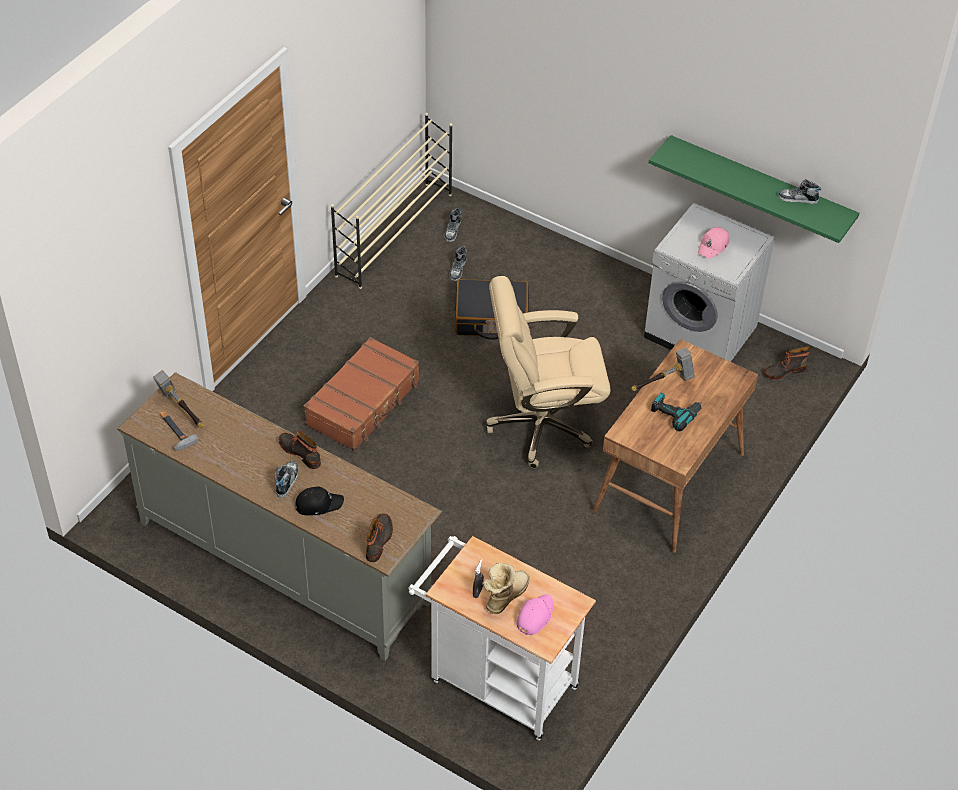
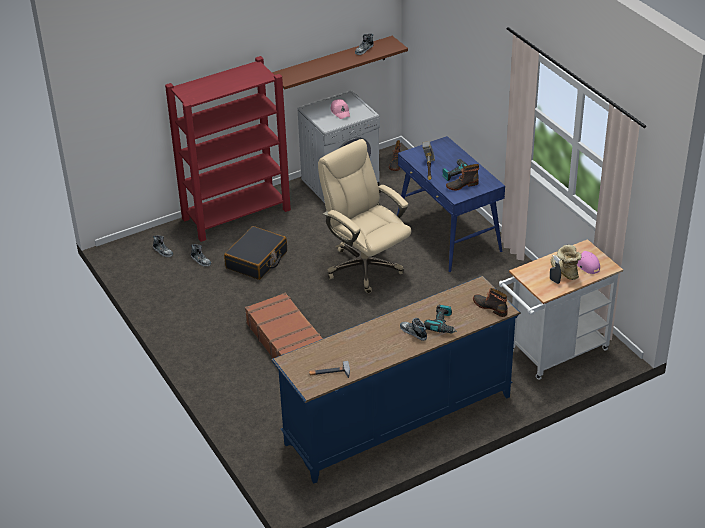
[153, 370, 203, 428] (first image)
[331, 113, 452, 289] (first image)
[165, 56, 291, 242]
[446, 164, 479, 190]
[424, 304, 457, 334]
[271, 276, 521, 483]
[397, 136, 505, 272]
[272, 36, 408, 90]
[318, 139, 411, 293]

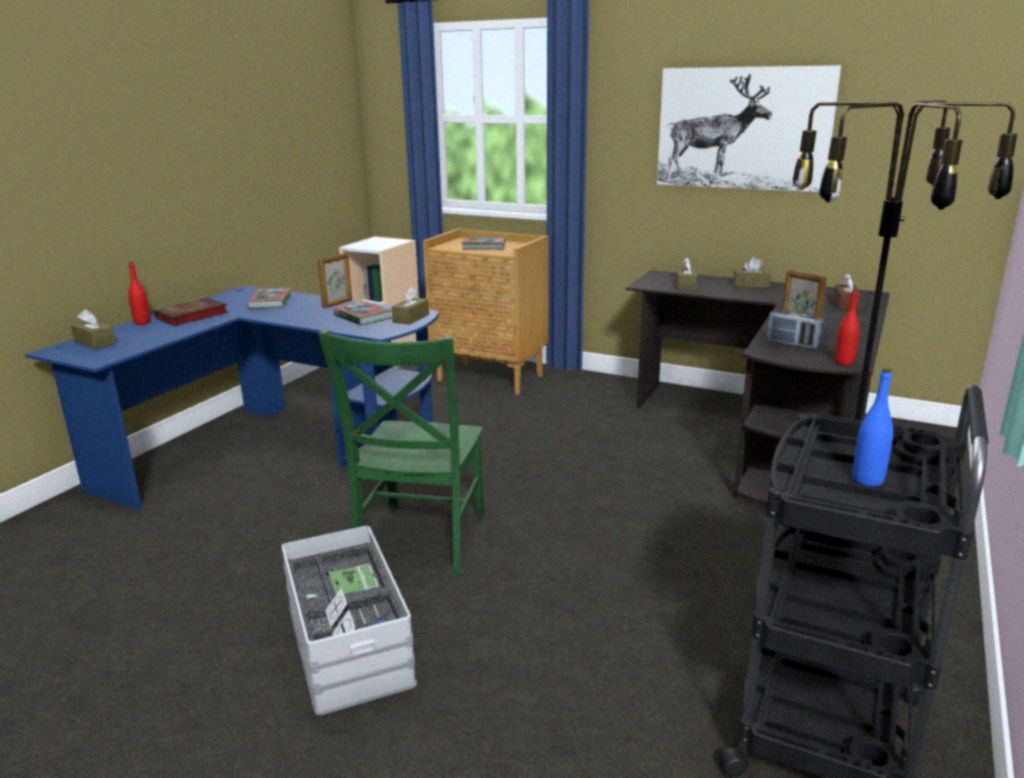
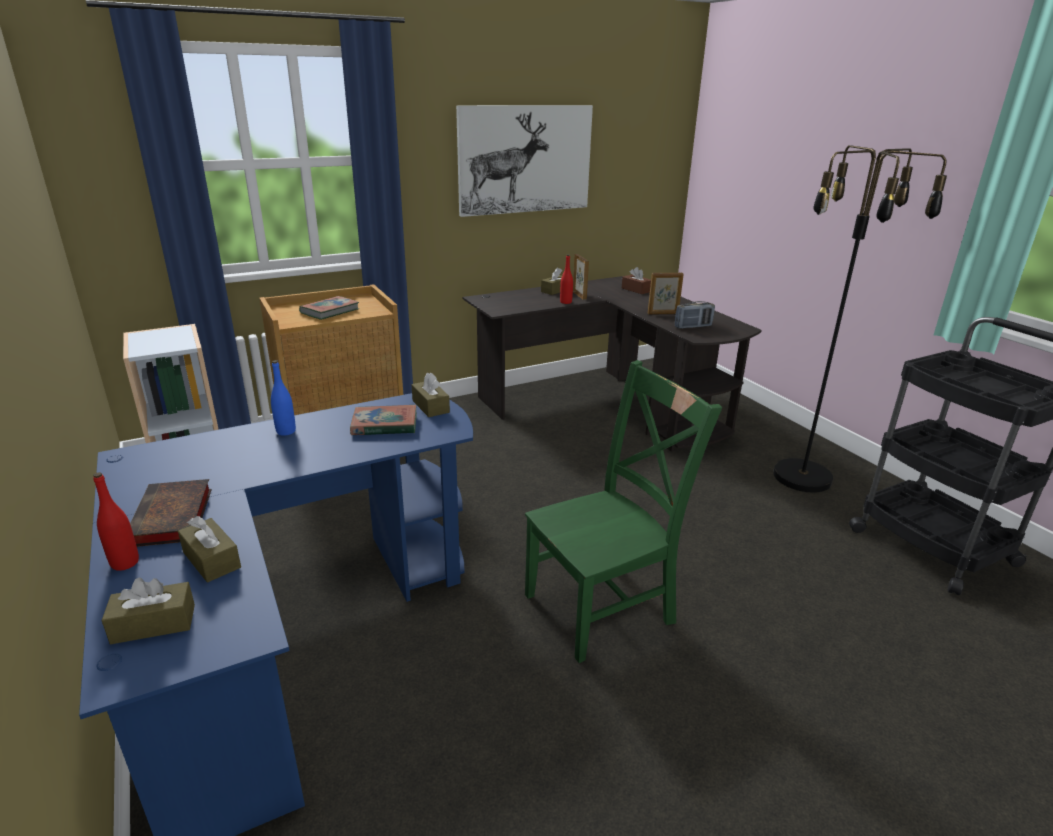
[247, 288, 291, 309] (first image)
[282, 526, 417, 715] (first image)
[573, 254, 589, 300]
[178, 516, 241, 582]
[560, 255, 573, 304]
[271, 360, 296, 436]
[525, 360, 722, 663]

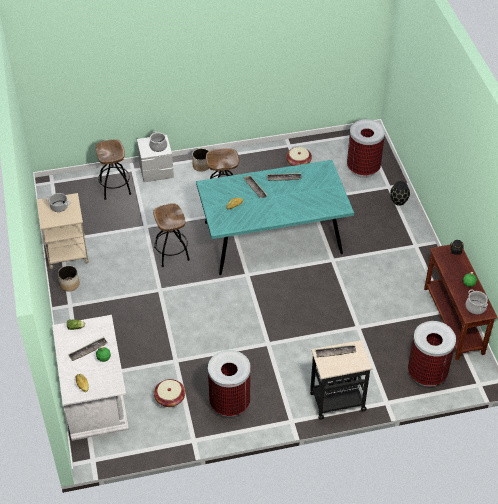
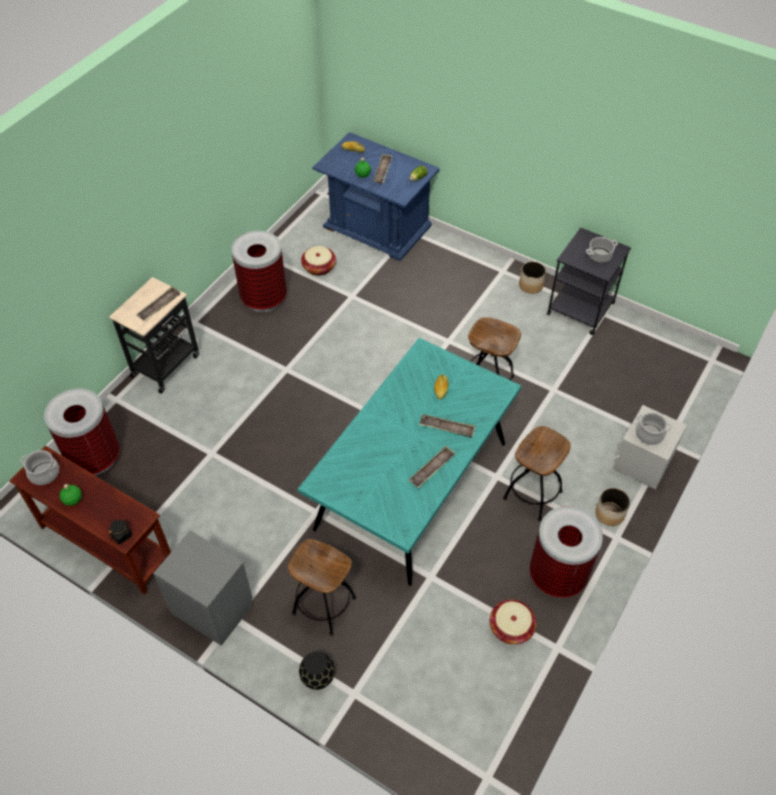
[153, 530, 253, 646]
[288, 539, 356, 636]
[530, 506, 603, 598]
[547, 228, 631, 335]
[312, 132, 440, 261]

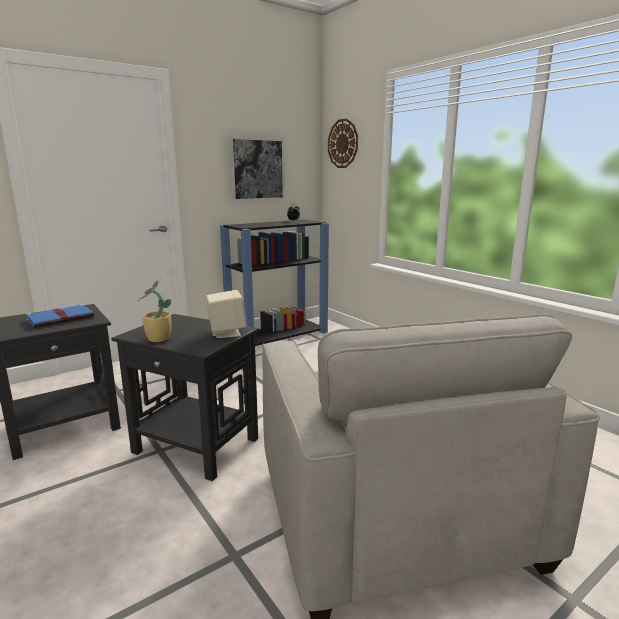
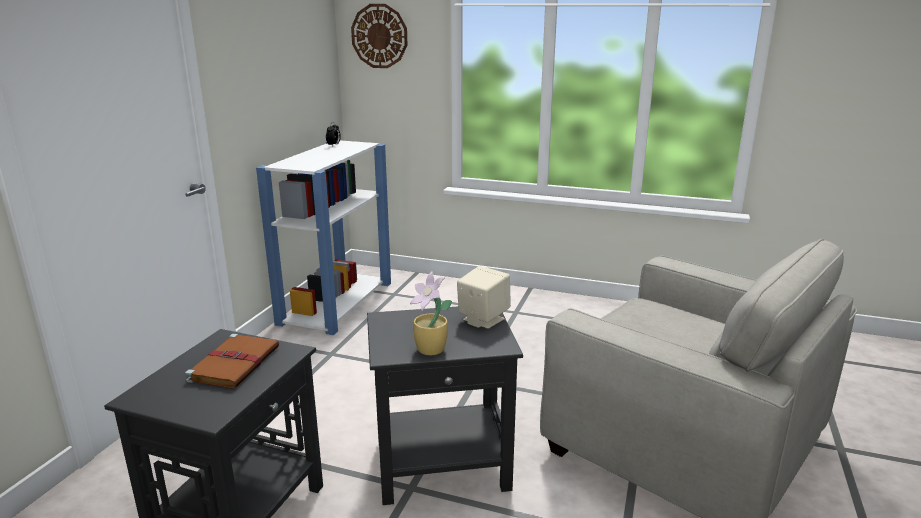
[229, 136, 285, 201] (first image)
[185, 334, 279, 389]
[256, 140, 391, 335]

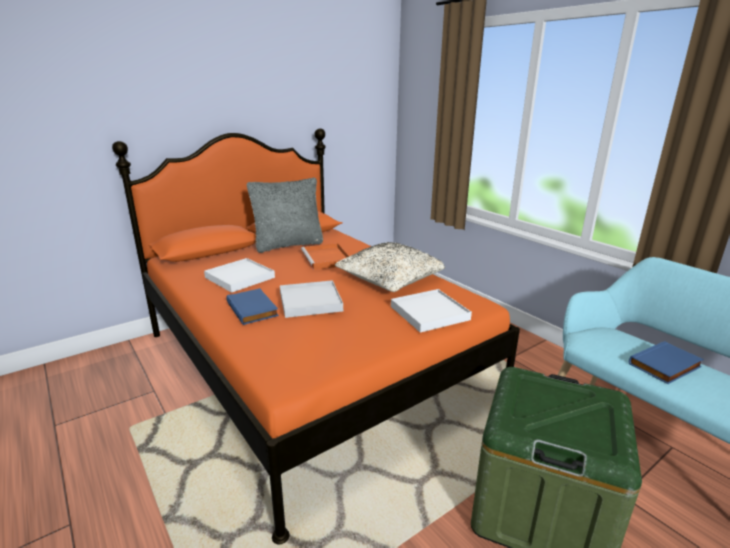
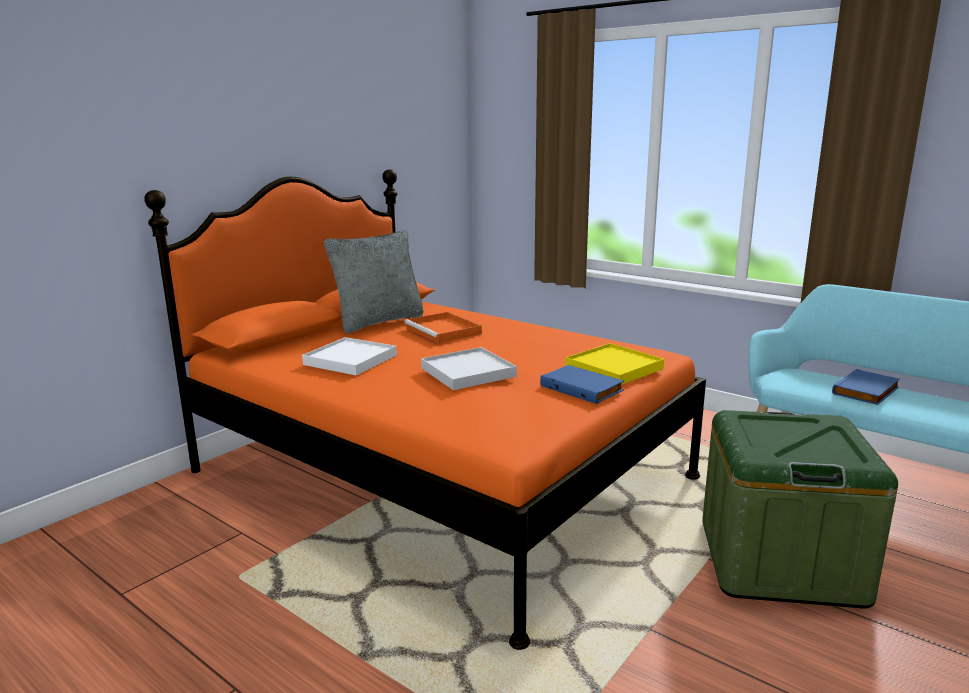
[335, 242, 445, 292] (first image)
[540, 365, 624, 404]
[566, 343, 664, 385]

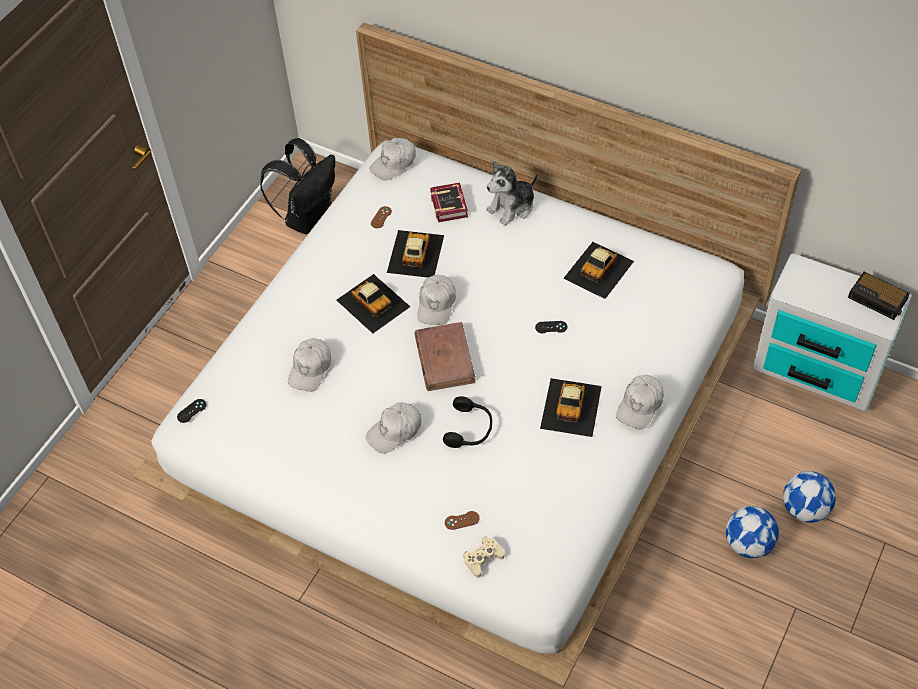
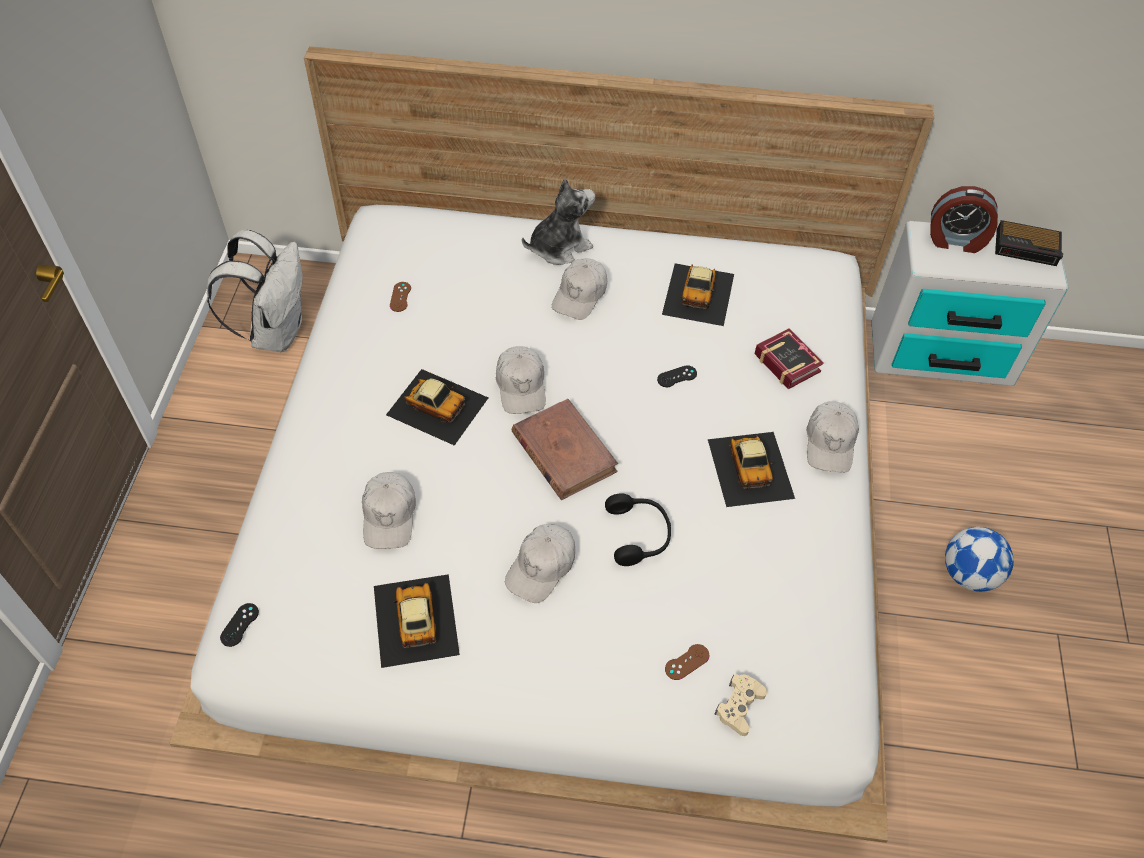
[783, 471, 836, 523] (first image)
[930, 186, 998, 253]
[552, 258, 607, 320]
[374, 574, 460, 668]
[755, 328, 824, 389]
[207, 230, 303, 352]
[522, 178, 595, 265]

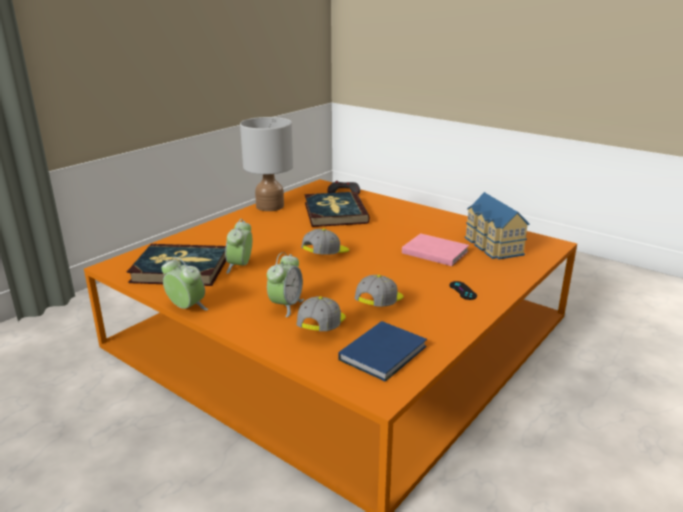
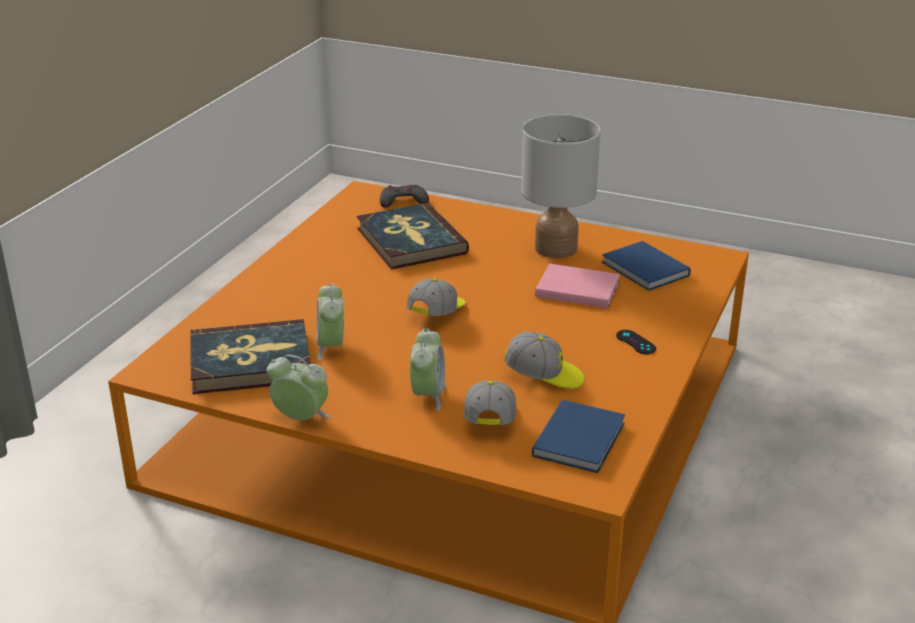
[521, 114, 601, 258]
[602, 241, 691, 291]
[504, 331, 584, 389]

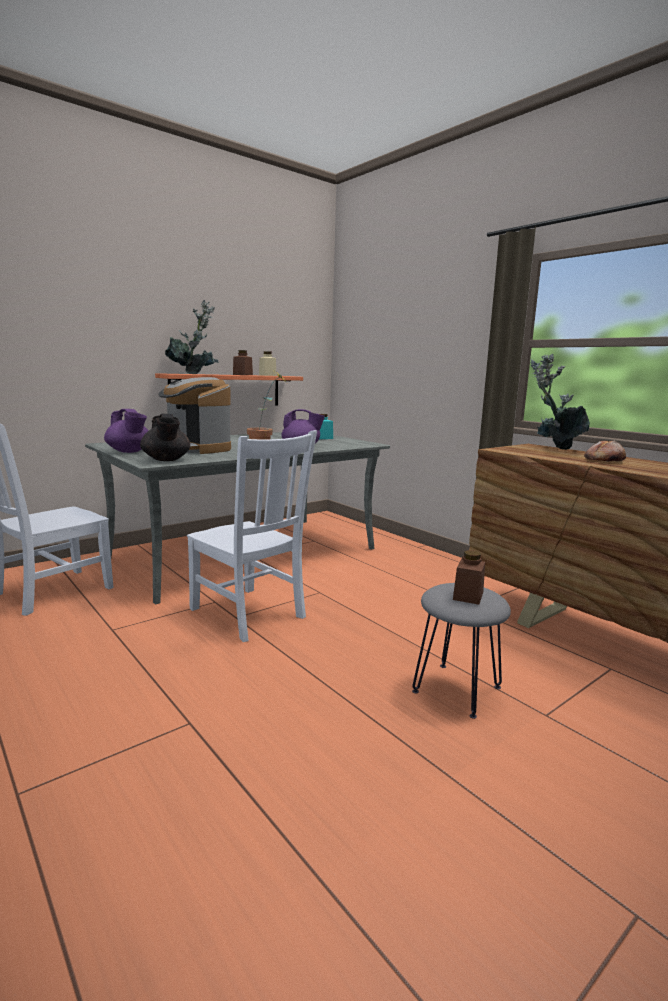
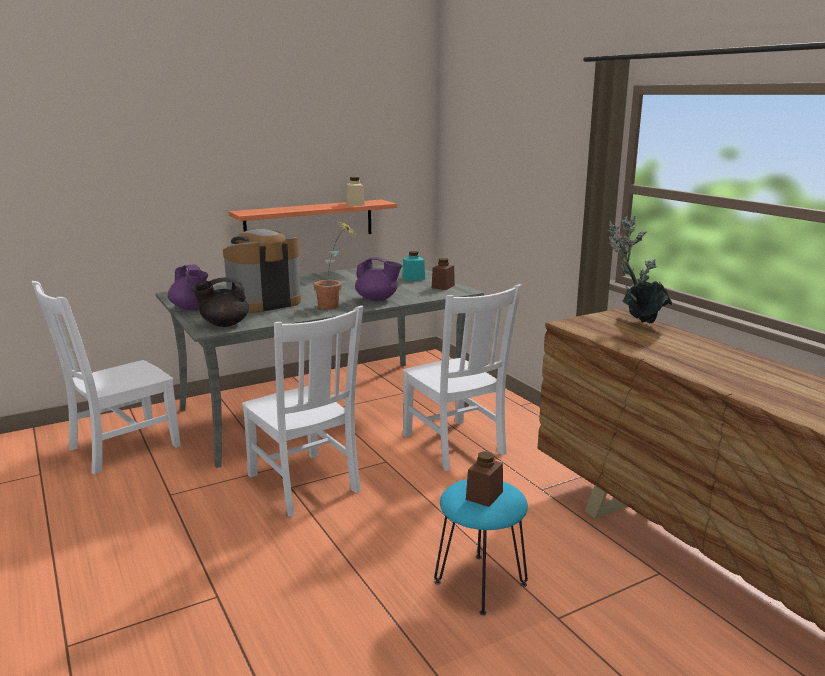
[165, 300, 219, 374] (first image)
[584, 440, 626, 462] (first image)
[403, 284, 522, 471]
[432, 258, 455, 290]
[434, 479, 528, 615]
[192, 277, 249, 327]
[223, 228, 301, 313]

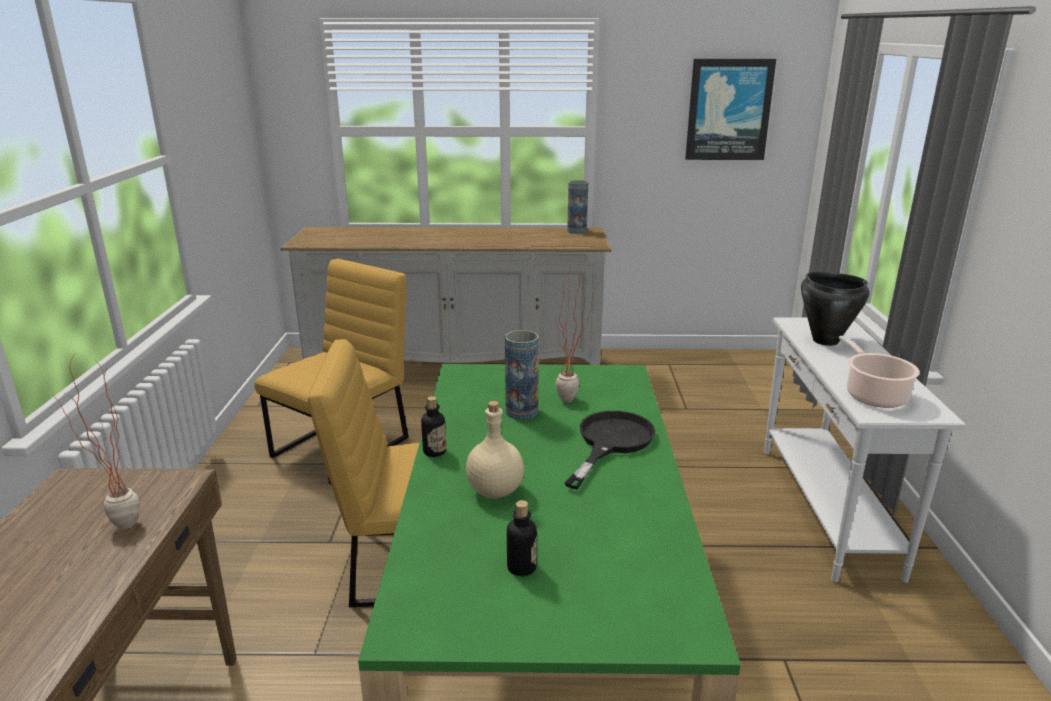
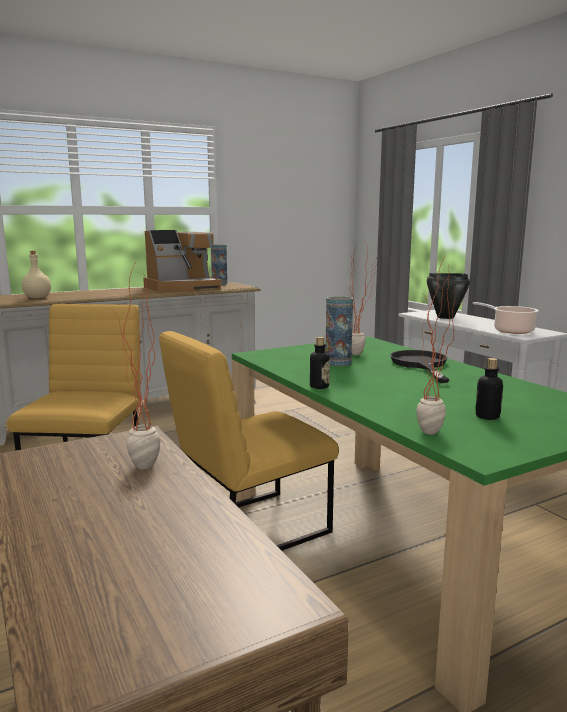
[685, 59, 776, 160] (first image)
[143, 230, 222, 292]
[416, 254, 455, 435]
[22, 251, 51, 298]

